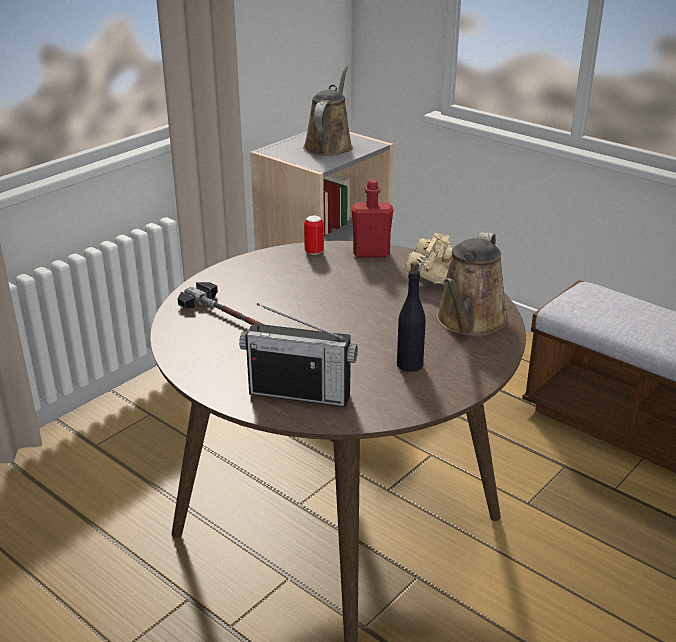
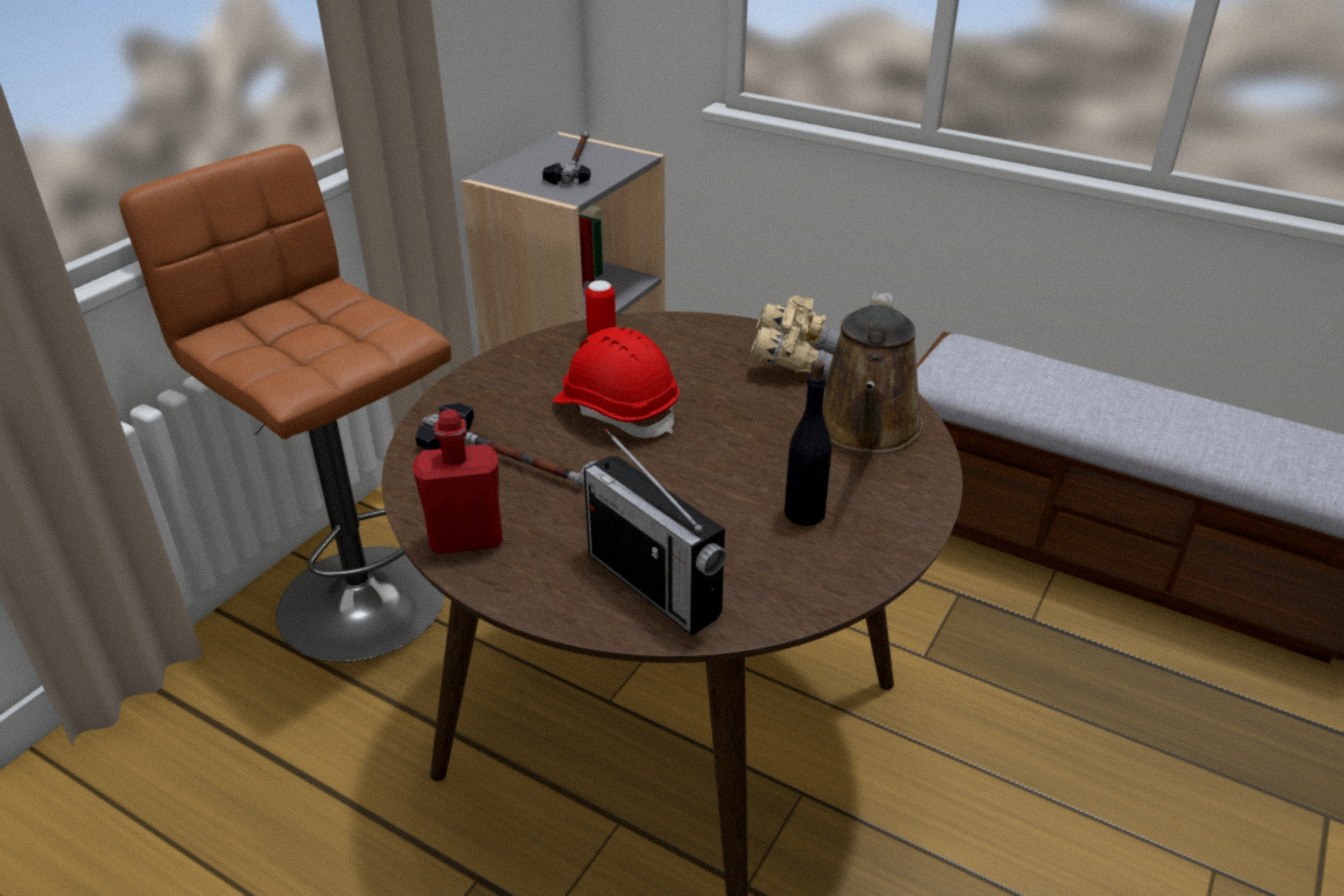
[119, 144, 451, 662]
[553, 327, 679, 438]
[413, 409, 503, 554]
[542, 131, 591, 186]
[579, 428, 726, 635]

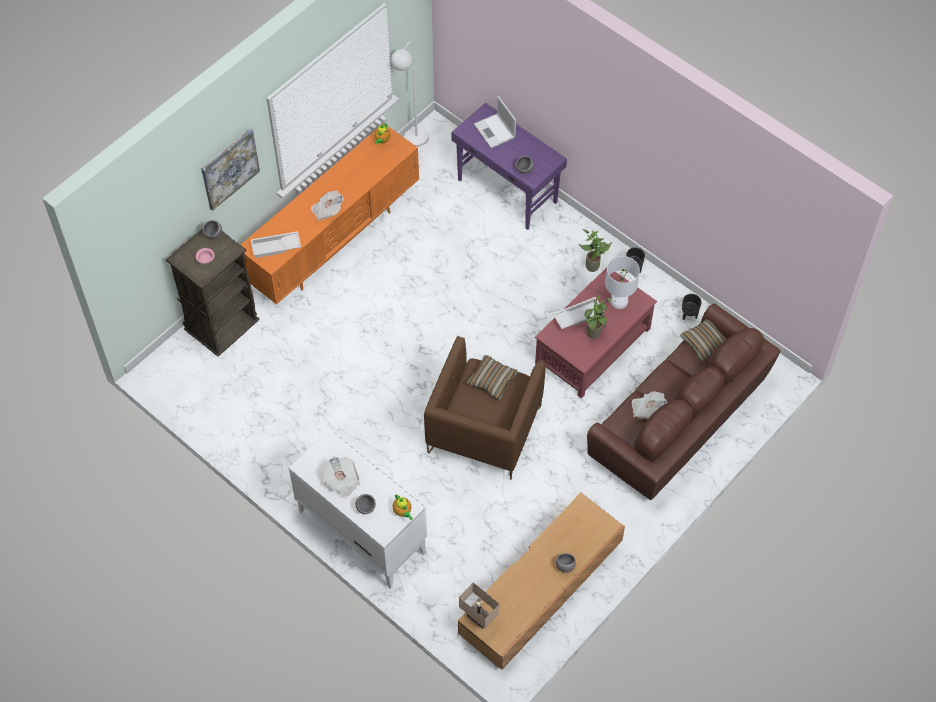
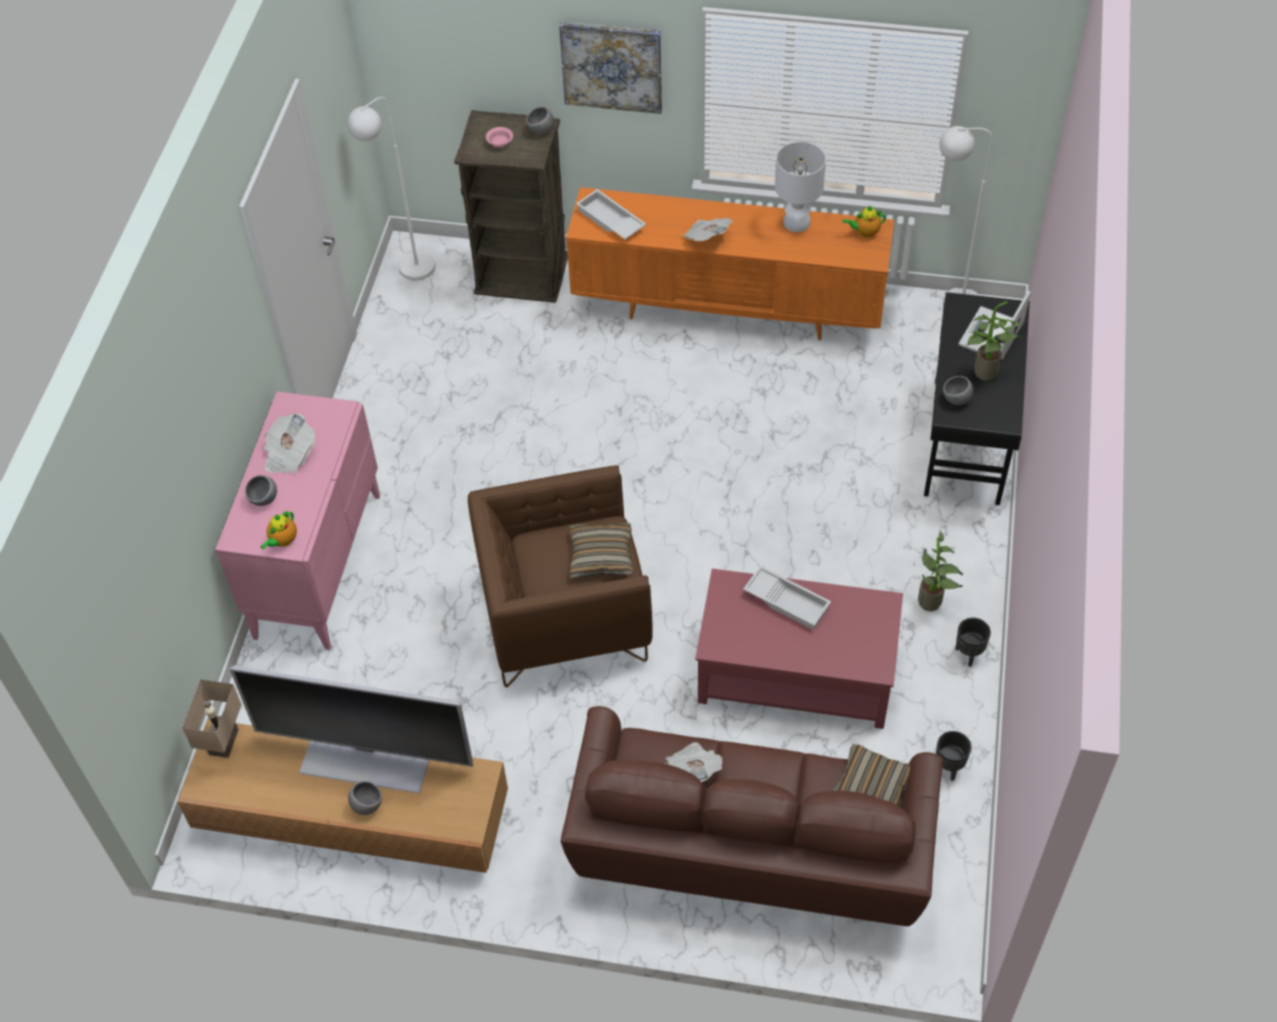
[230, 666, 473, 793]
[347, 97, 436, 280]
[966, 301, 1024, 381]
[775, 142, 826, 232]
[215, 392, 380, 650]
[924, 292, 1030, 505]

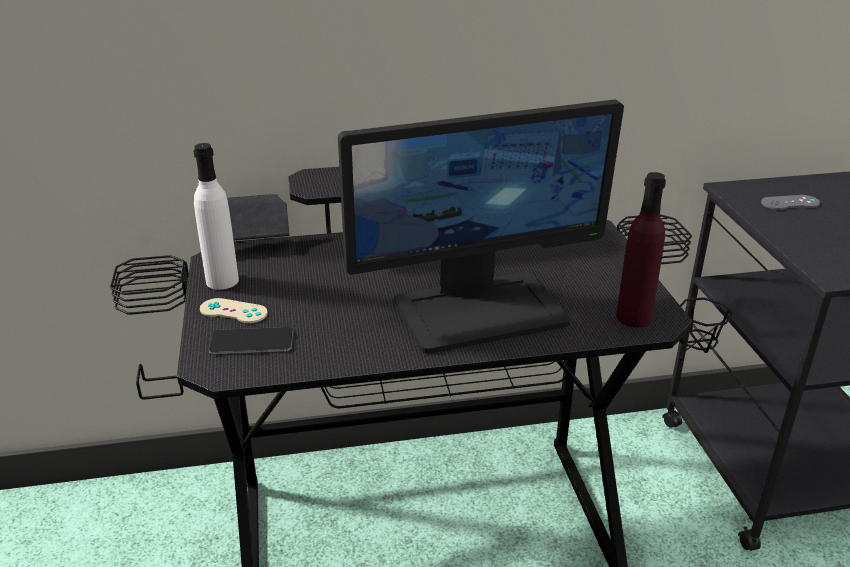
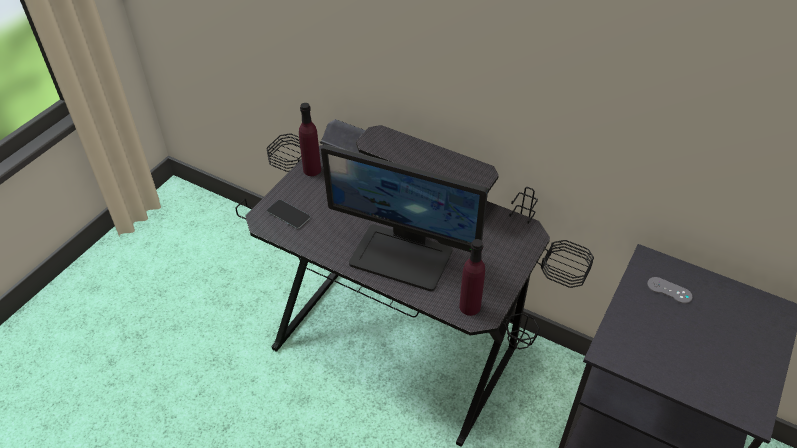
[200, 298, 268, 323] (first image)
[299, 103, 321, 176]

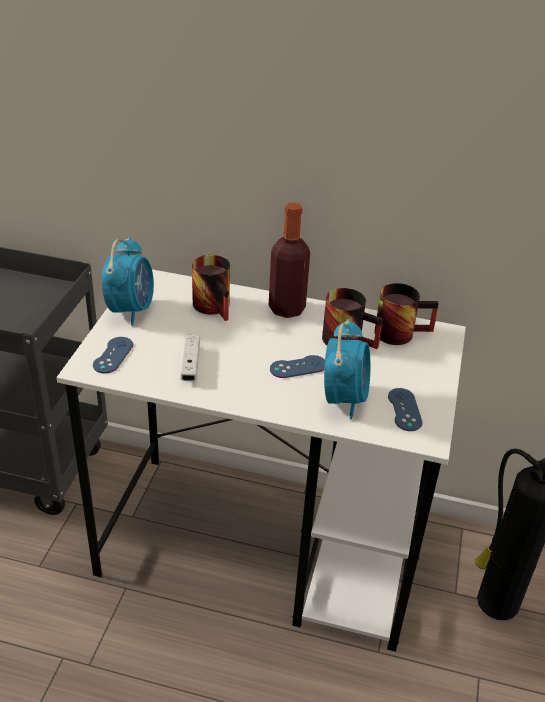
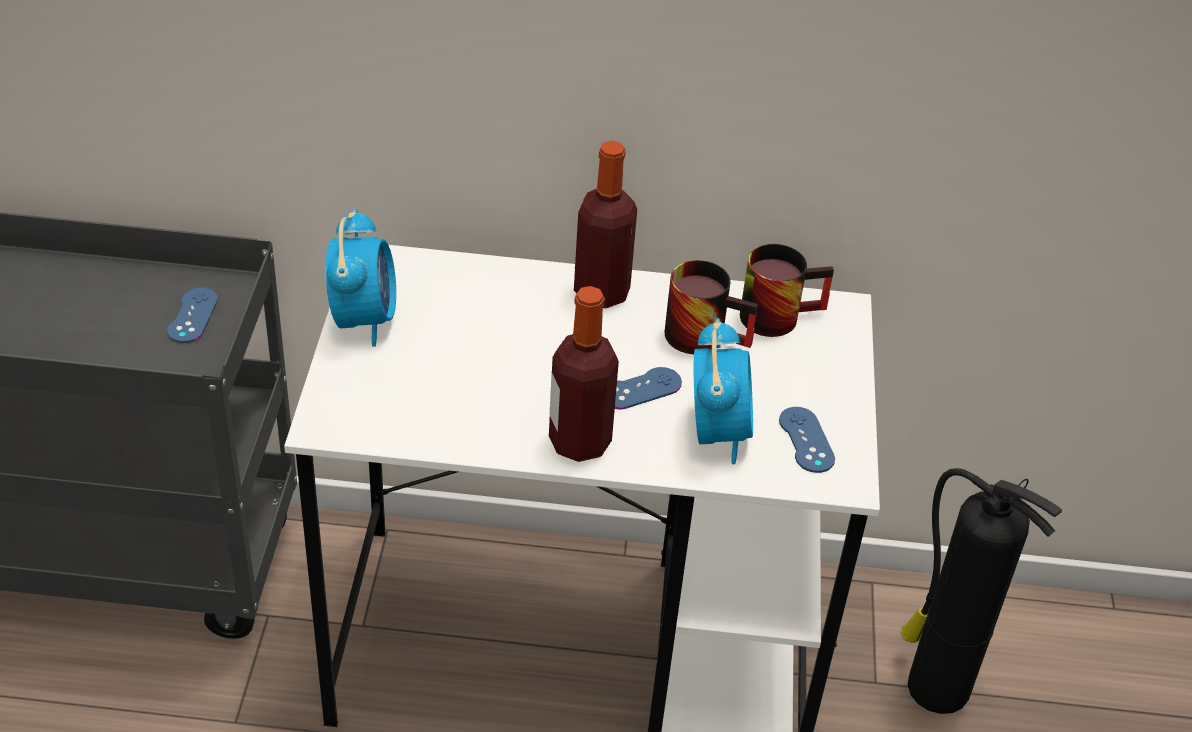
[181, 335, 200, 381] (first image)
[192, 255, 230, 321] (first image)
[549, 286, 619, 462]
[167, 288, 218, 343]

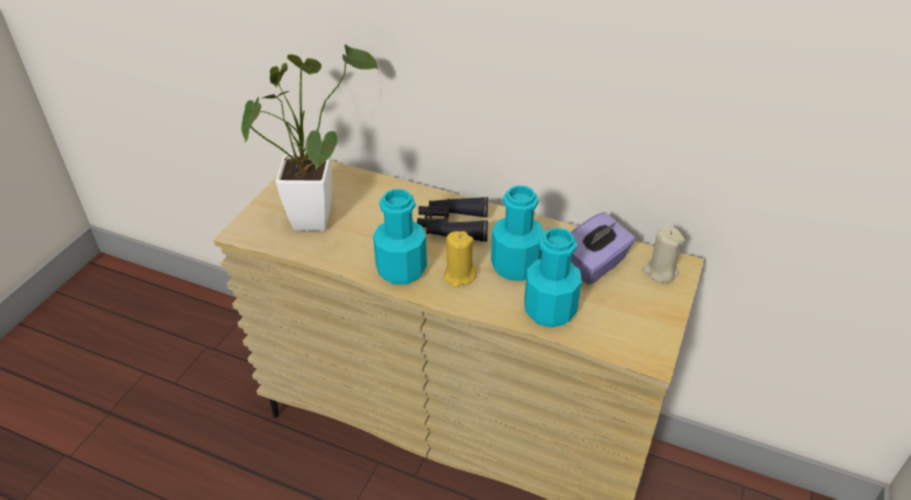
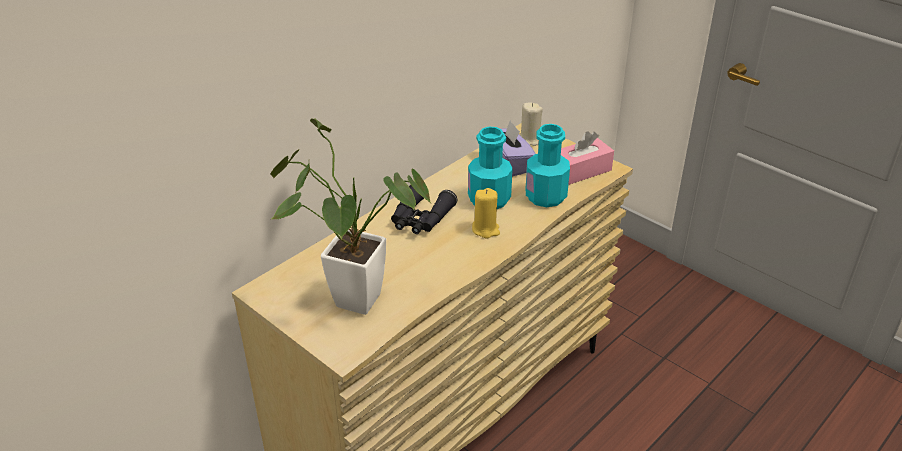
[373, 189, 427, 285] (first image)
[561, 131, 614, 185]

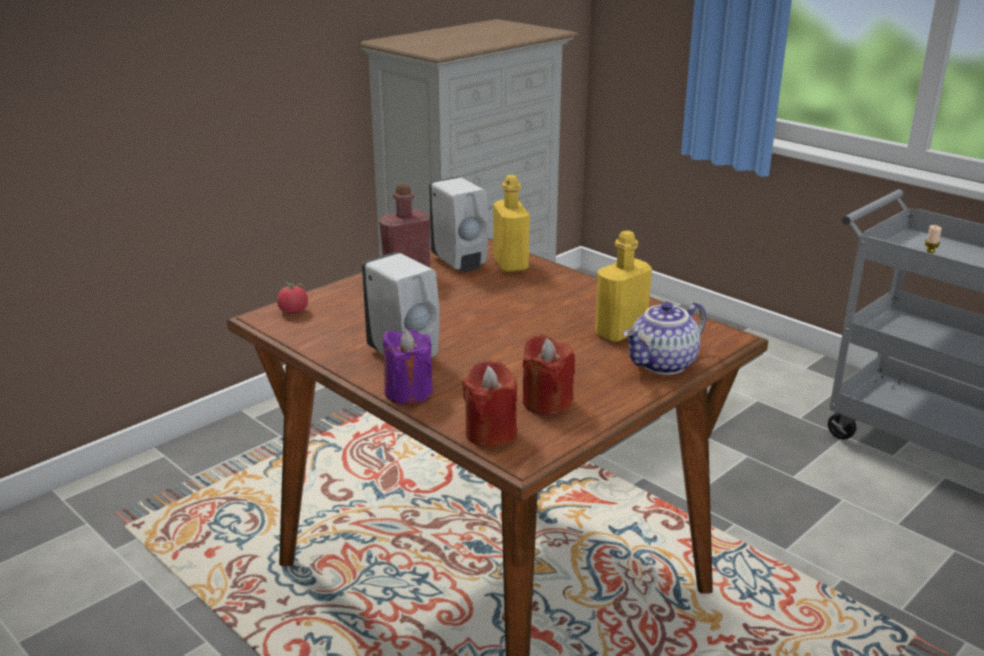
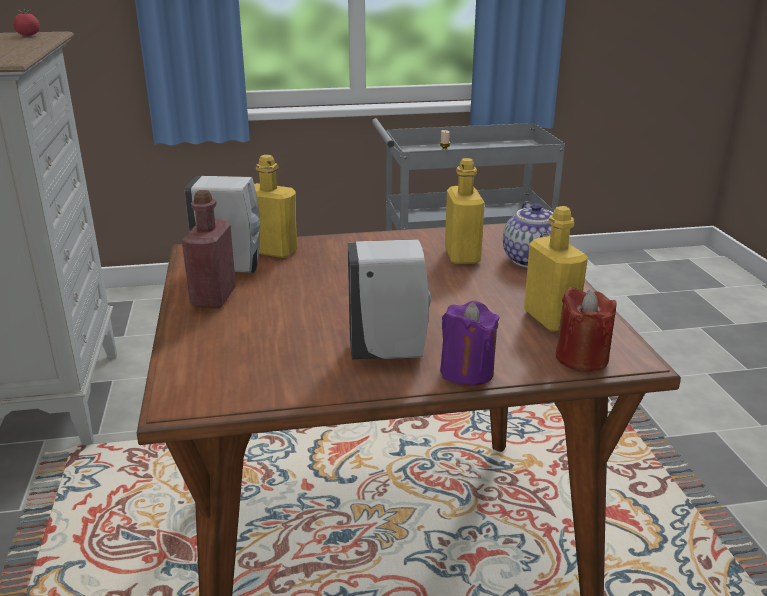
[13, 8, 40, 36]
[524, 206, 588, 332]

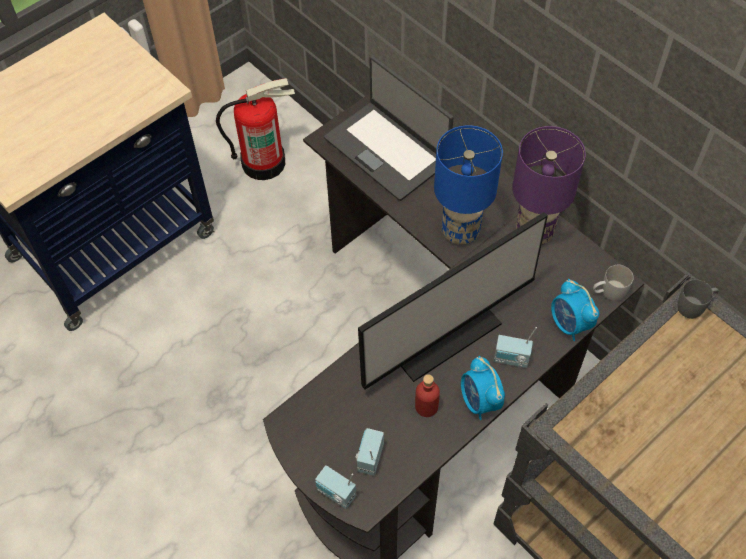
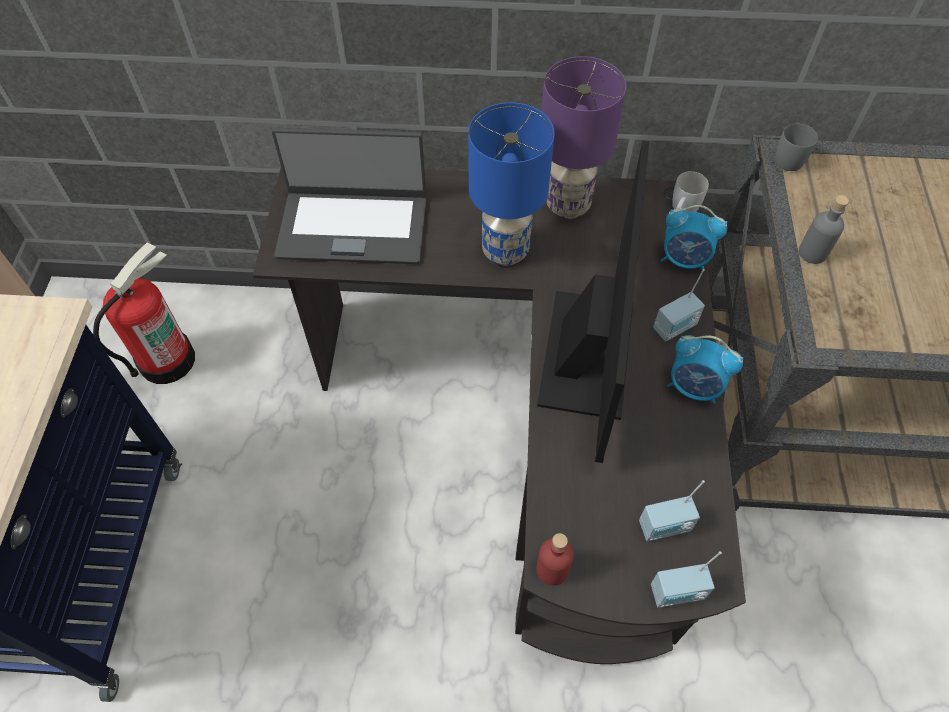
[799, 195, 849, 264]
[537, 533, 574, 586]
[639, 480, 705, 542]

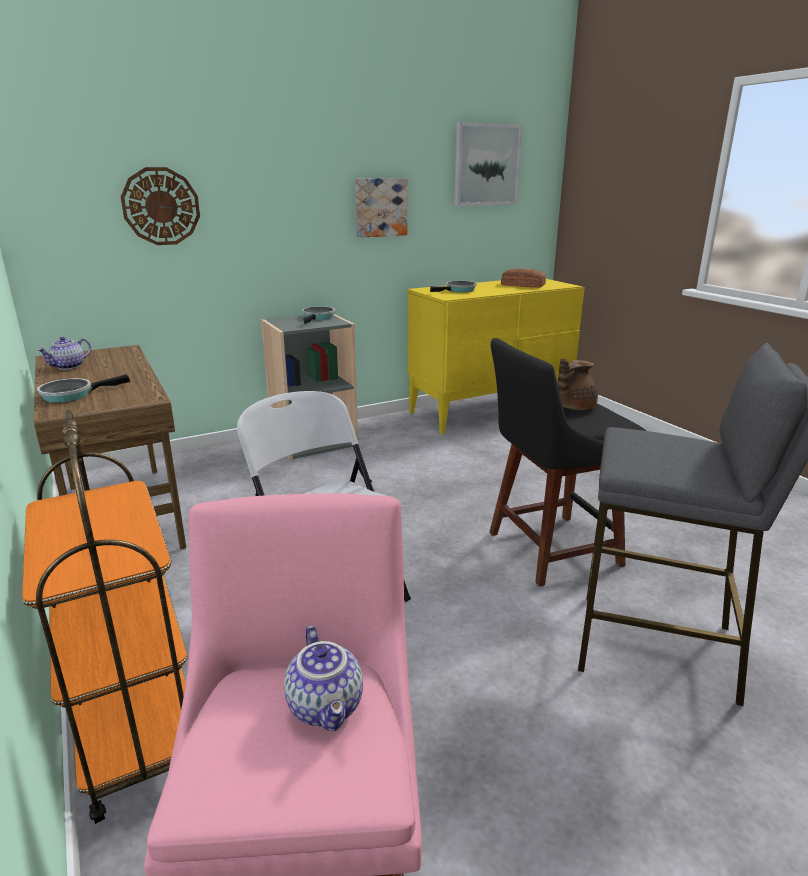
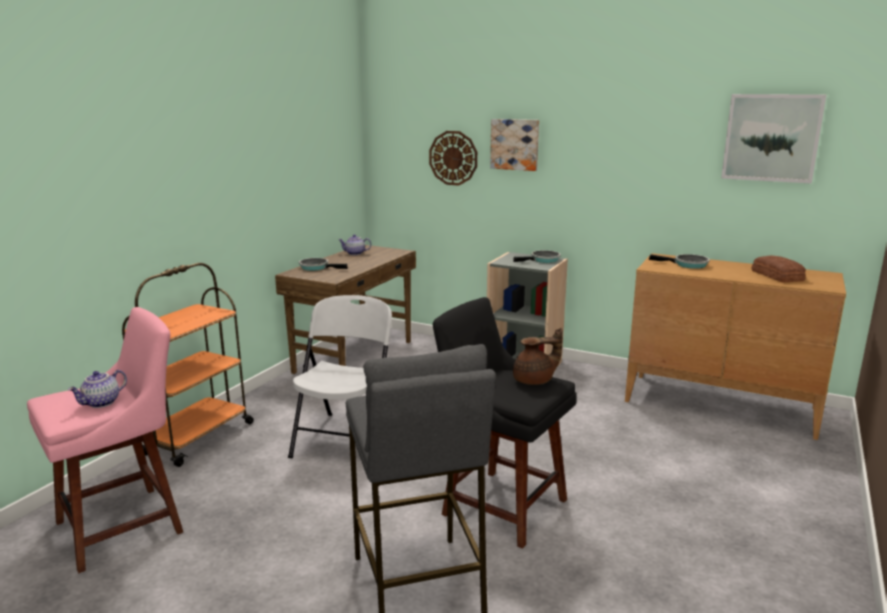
[490, 119, 539, 171]
[625, 253, 846, 440]
[513, 328, 563, 385]

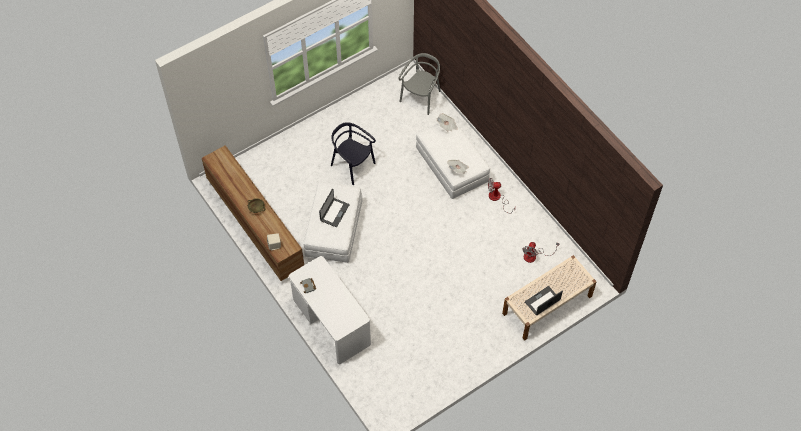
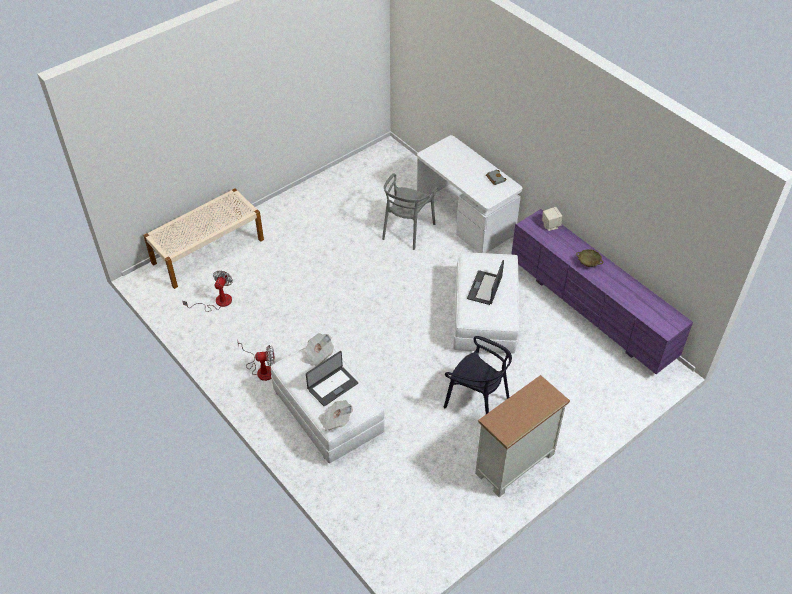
[475, 375, 570, 497]
[382, 173, 438, 250]
[306, 351, 358, 406]
[511, 209, 693, 374]

